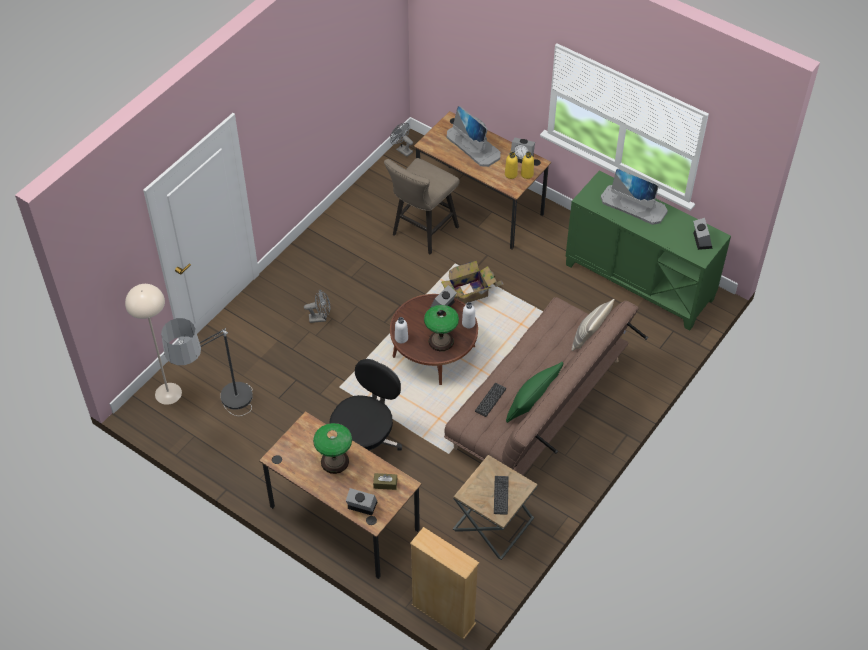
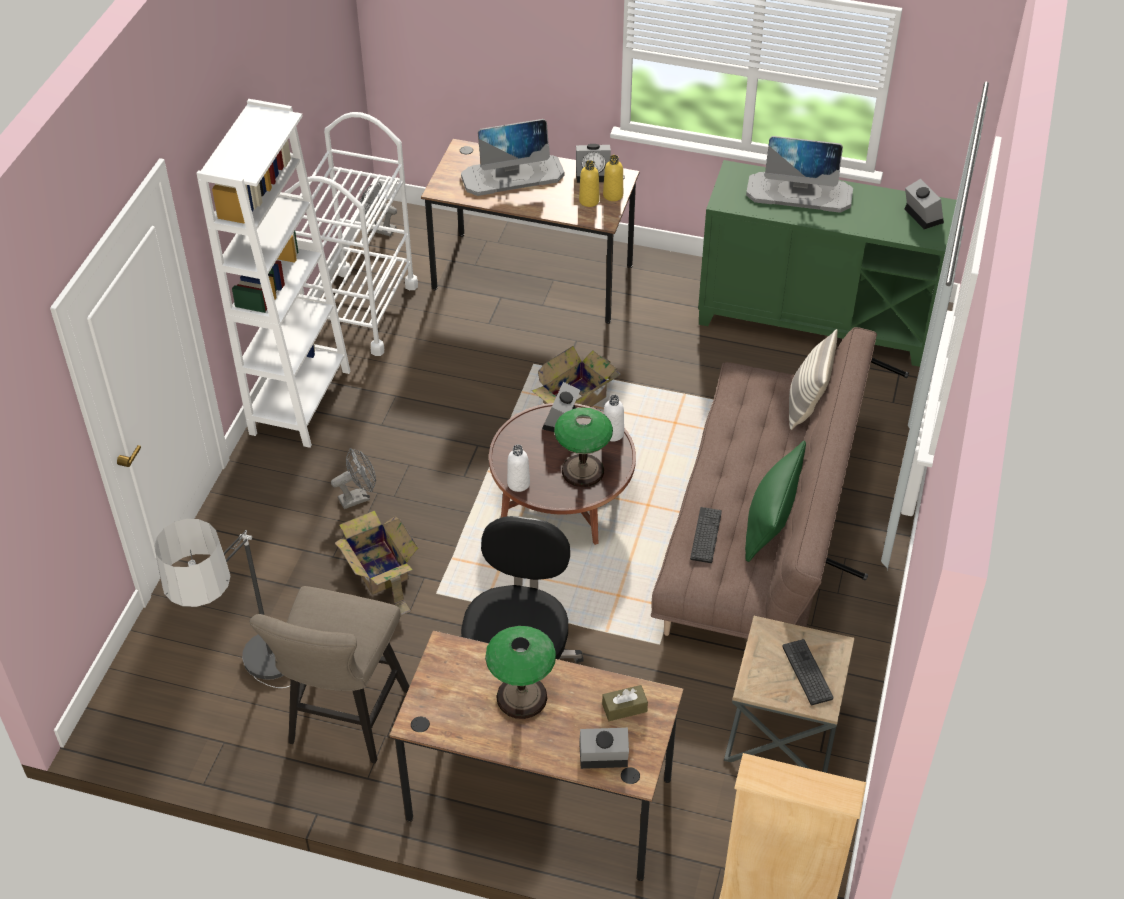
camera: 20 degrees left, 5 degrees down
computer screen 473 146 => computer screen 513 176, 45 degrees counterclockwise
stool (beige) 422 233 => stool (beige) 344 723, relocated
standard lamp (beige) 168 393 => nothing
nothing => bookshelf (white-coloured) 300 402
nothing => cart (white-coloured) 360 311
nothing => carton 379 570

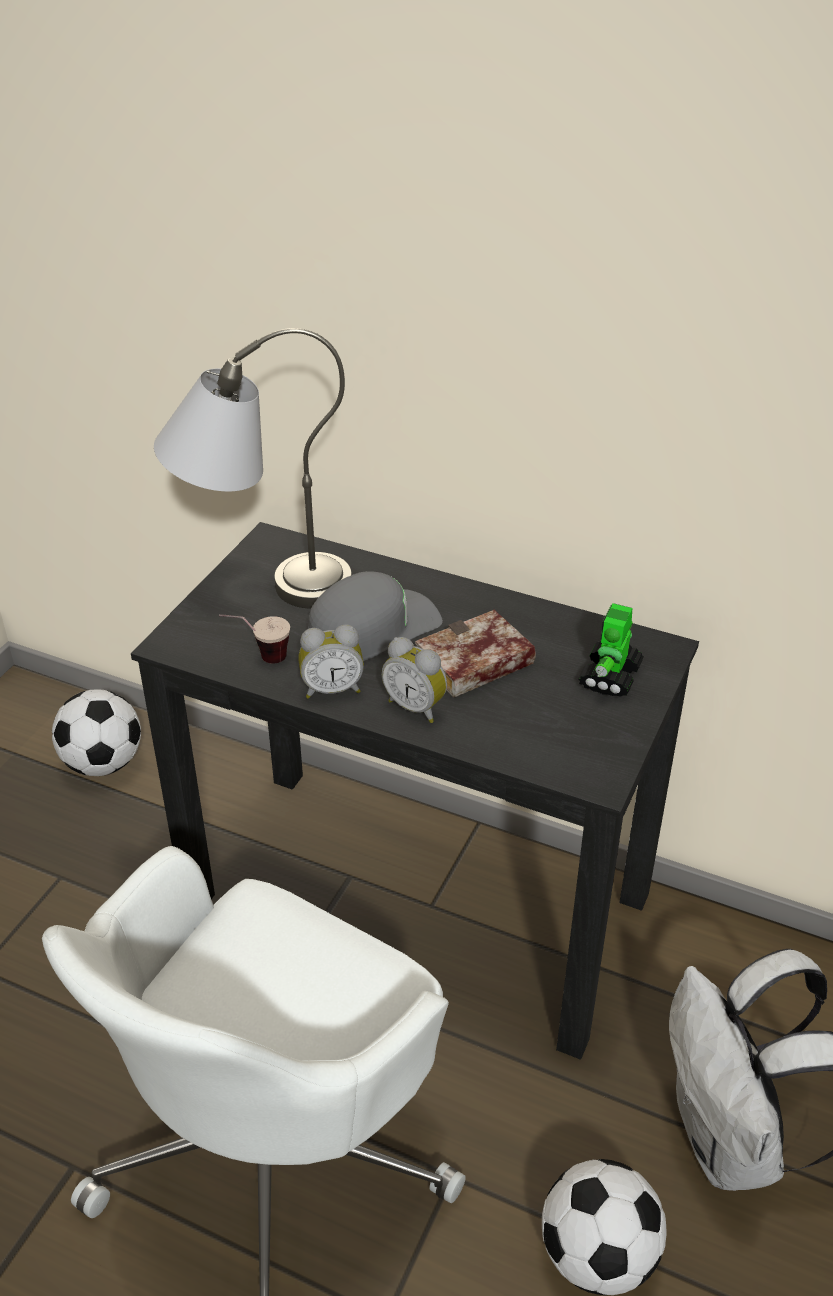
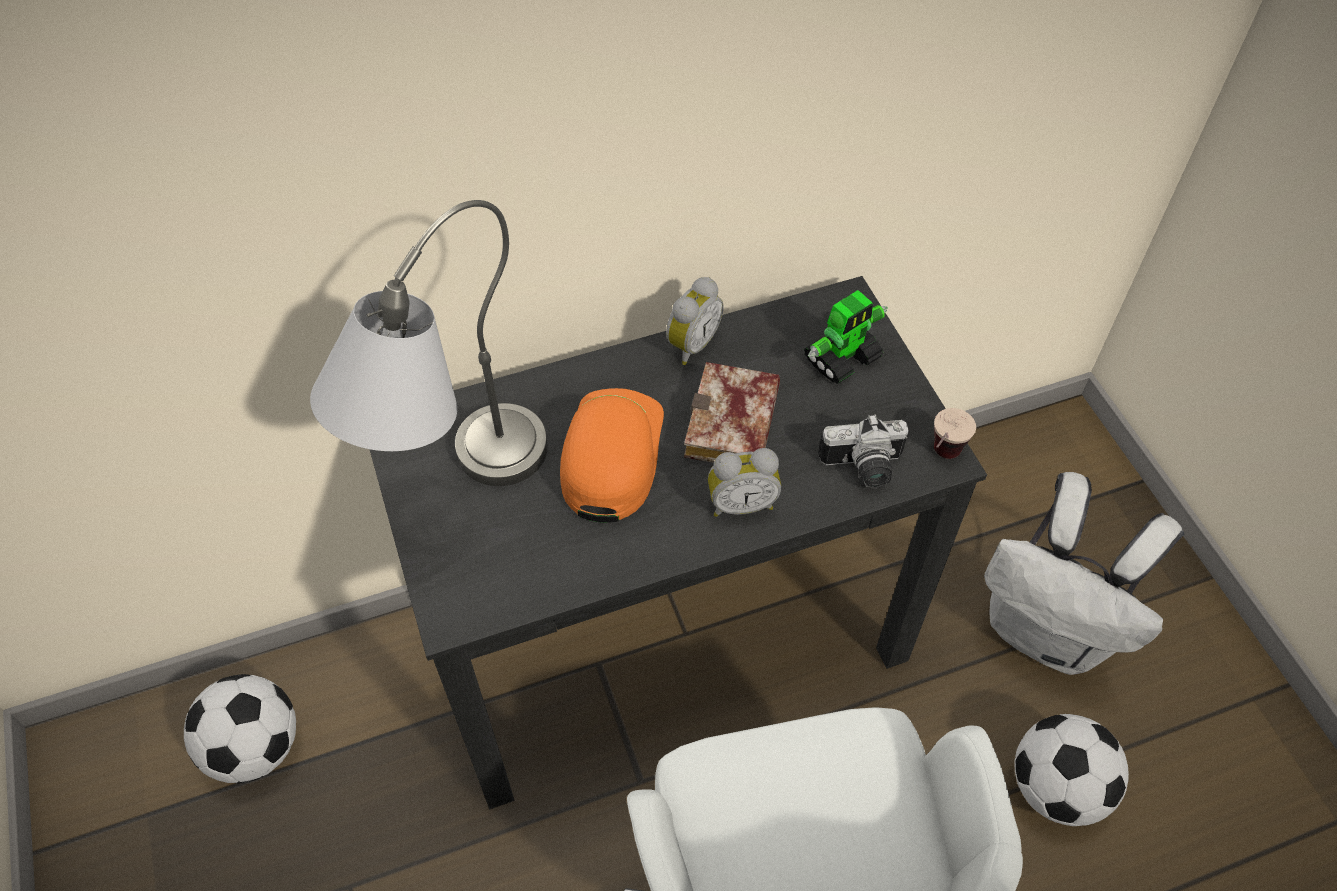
camera: 45 degrees left, 15 degrees up
baseball cap (greyish) 372 629 => baseball cap (orangey) 611 455
toy robot 609 677 => toy robot 843 358, 105 degrees counterclockwise
small cup 258 658 => small cup 940 460, relocated
bedside clock 332 689 => bedside clock 690 344, relocated
nothing => still camera 863 469

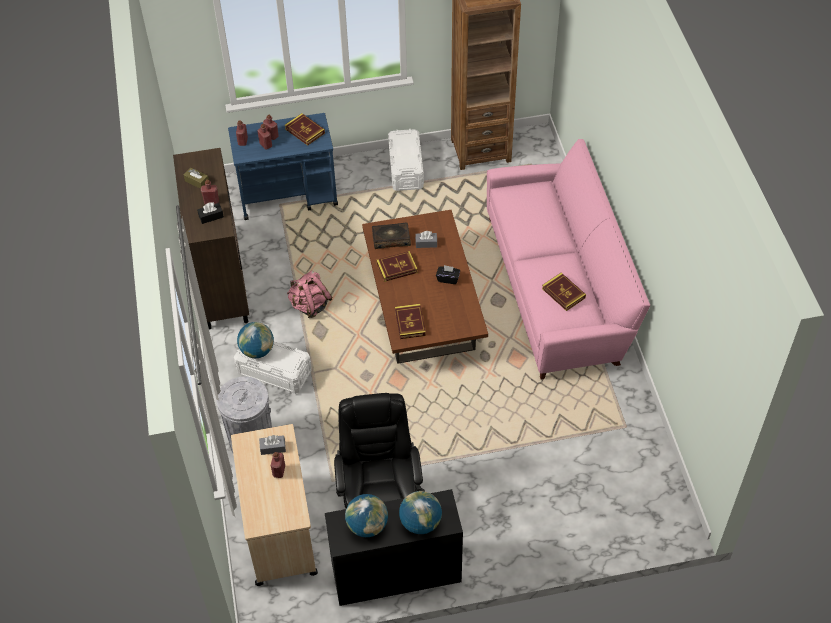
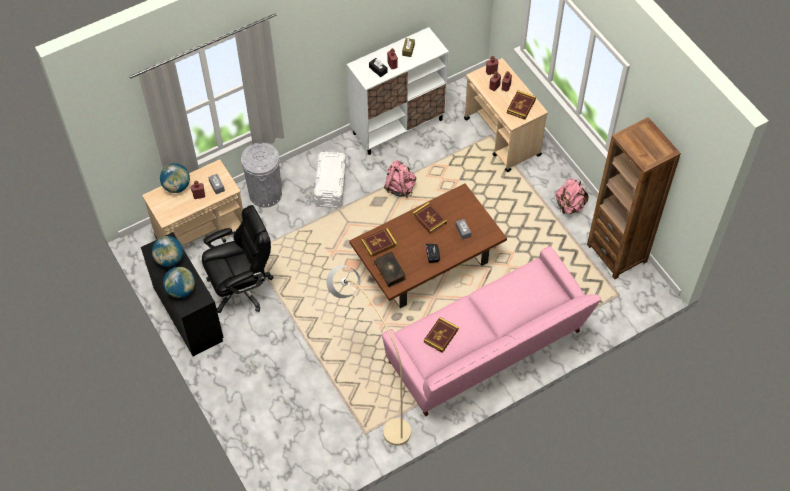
camera: 70 degrees right, 5 degrees up
cart (bluish) 289 196 => cart (beige) 502 137
storage bin (white-coloured) 406 168 => rucksack (pink) 569 206
storage cabinet (brown) 221 283 => storage cabinet (white-coloured) 398 126
book 391 239 => book 390 272, relocated
world globe 257 350 => world globe 177 186, relocated
nothing => standard lamp (beige) 370 391

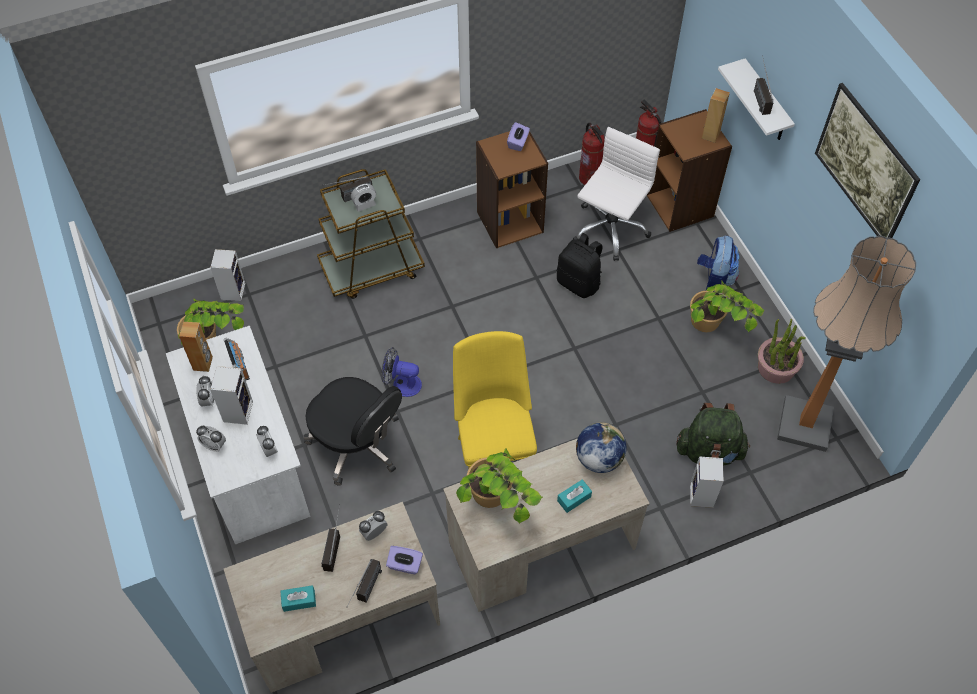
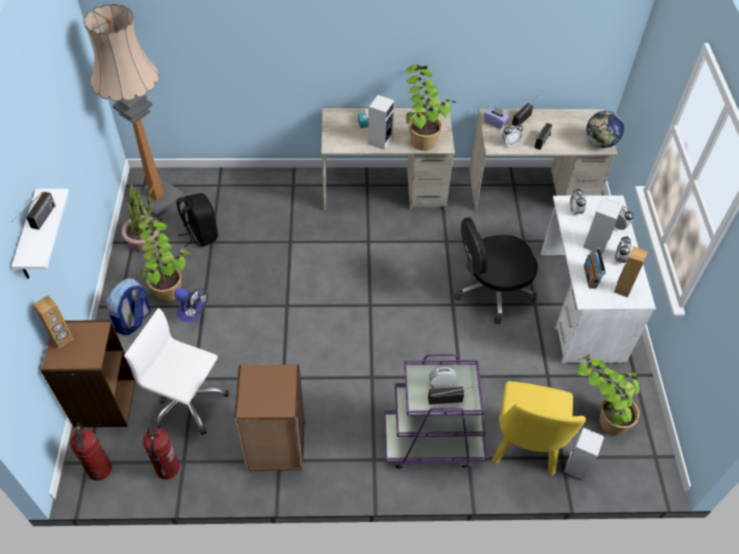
camera: 160 degrees left, 5 degrees down
wall art 858 181 => nothing
tissue holder (purplish) 518 143 => nothing
office chair (white-coloured) 610 228 => office chair (white-coloured) 186 402, 60 degrees clockwise
cart (brown) 372 269 => cart (purplish) 432 442
rucksack (black) 579 283 => rucksack (black) 201 234, relocated
plain chair (yellowish) 493 451 => plain chair (yellowish) 525 450, relocated
electric fan 402 384 => electric fan 193 314, relocated
office chair (black) 357 444 => office chair (black) 492 290, 75 degrees counterclockwise
rucksack (green) 709 451 => nothing
world globe 598 458 => world globe 600 143, relocated
audio speaker 702 496 => audio speaker 380 140, relocated
tissue holder (turquoise-coloured) 299 601 => nothing

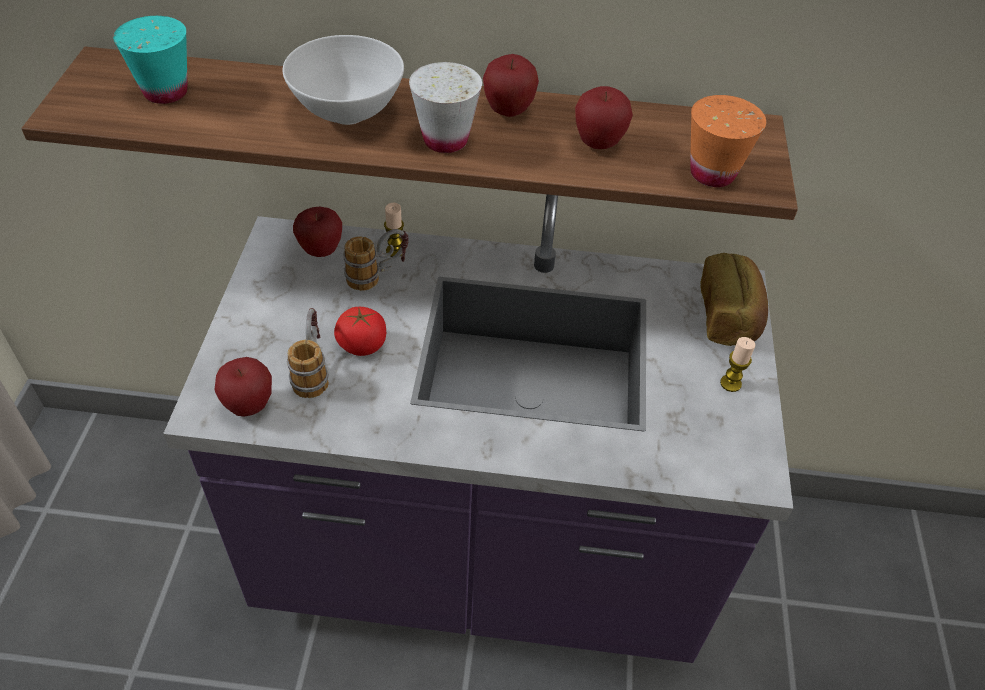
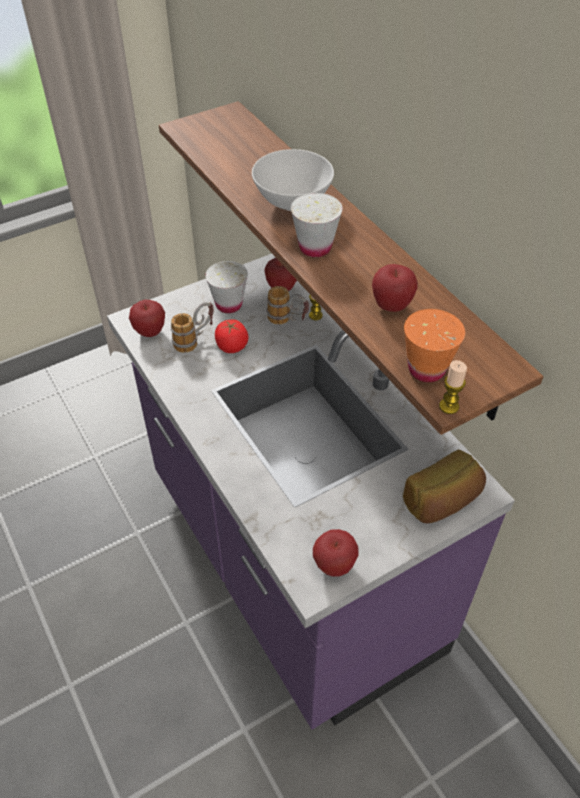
camera: 55 degrees right, 0 degrees up
small cup (turquoise-coloured) 165 92 => nothing
apple 508 111 => apple 334 566, relocated
wax light 730 383 => wax light 449 406, relocated
nothing => small cup (white-coloured) 229 305

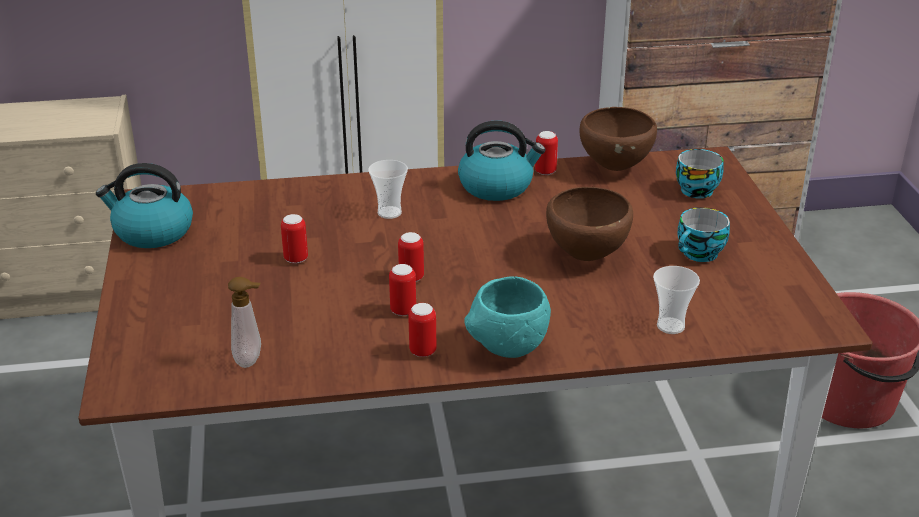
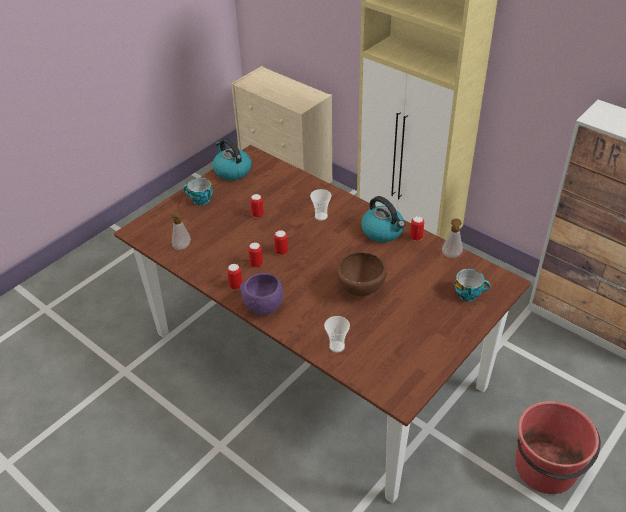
camera: 50 degrees right, 10 degrees up
bowl (brown) 615 167 => soap dispenser 451 256
small cup 699 254 => small cup 200 200, relocated
bowl (turquoise-coloured) 507 349 => bowl (purplish) 263 307

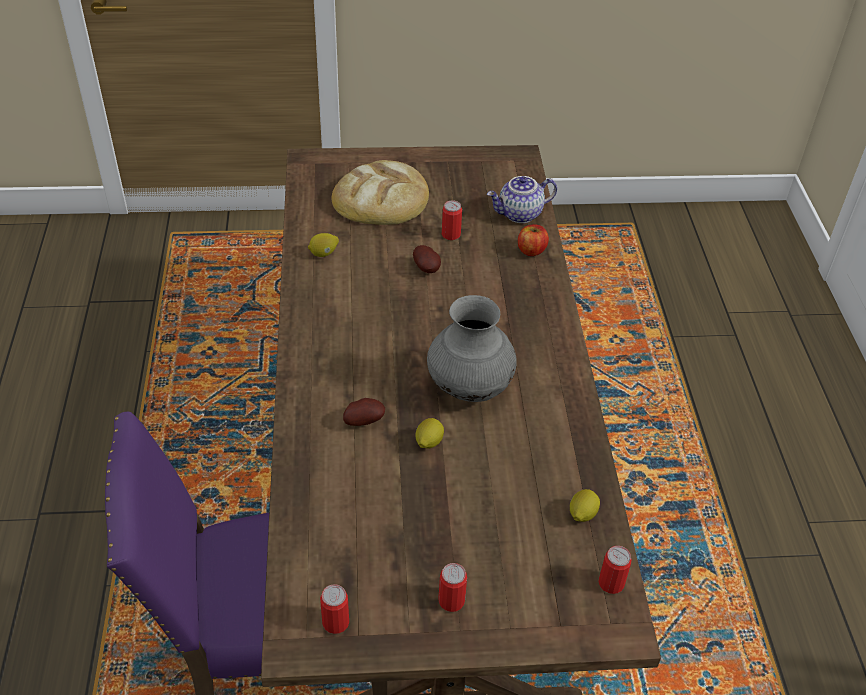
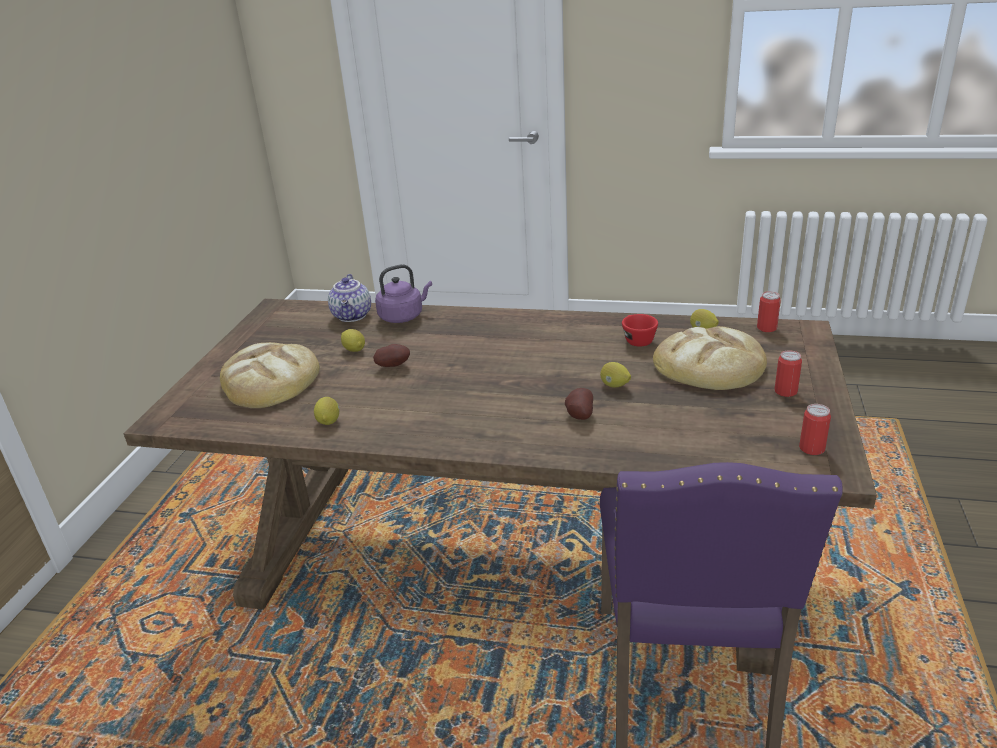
camera: 70 degrees left, 15 degrees down
sealed can 451 234 => whole lemon 354 349
apple 531 250 => tea kettle (purplish) 403 316
vase (greyish) 469 388 => nothing
nothing => small cup (red-coloured) 636 339
nothing => bakery bread 710 365

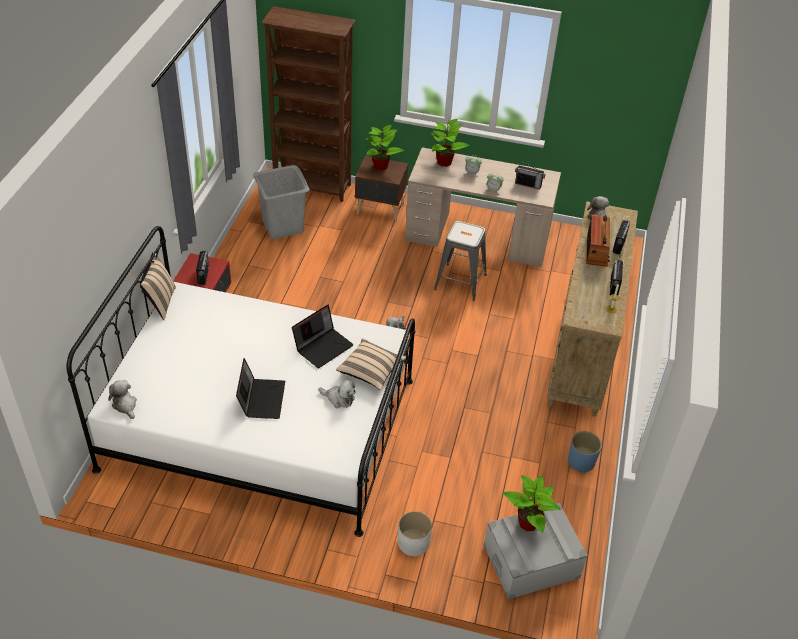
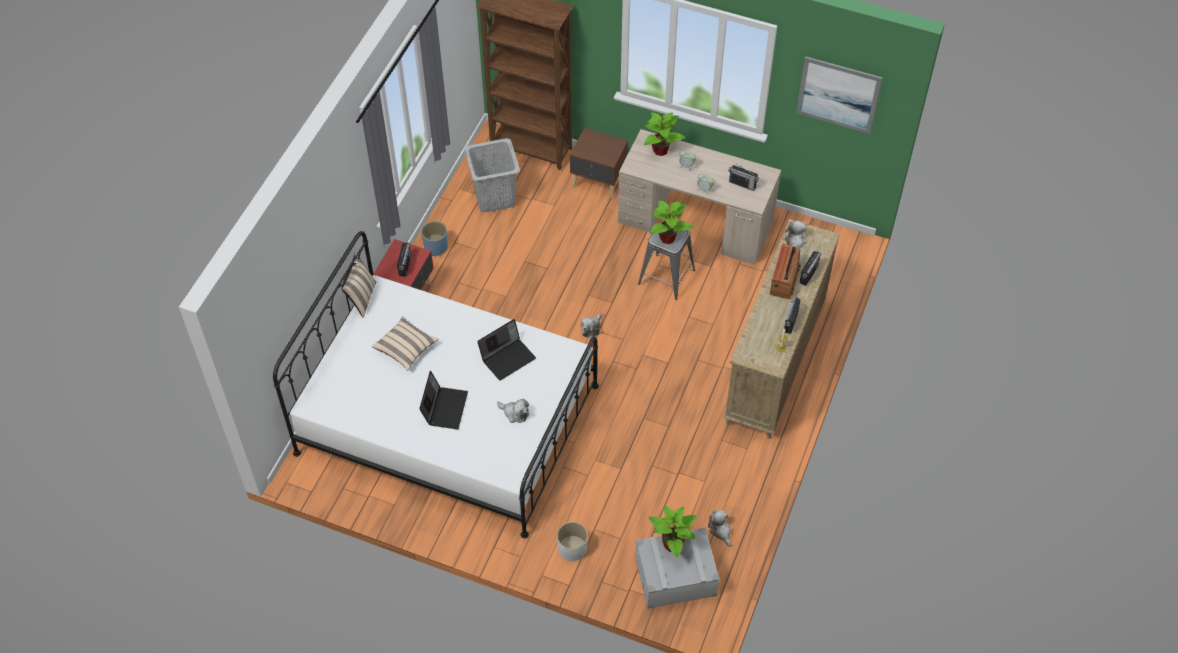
camera: 10 degrees right, 10 degrees up
houseplant 381 166 => houseplant 668 237, relocated
cushion (beige) 371 371 => cushion (beige) 406 348, relocated
plush toy 125 405 => plush toy 720 530, relocated
plant pot (bluish) 581 462 => plant pot (bluish) 436 247, relocated
nothing => wall art 838 94

